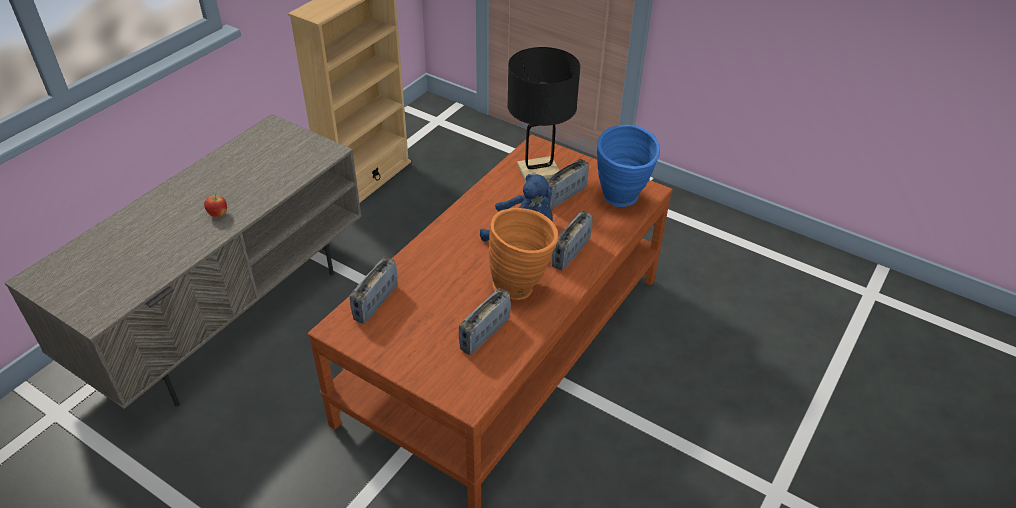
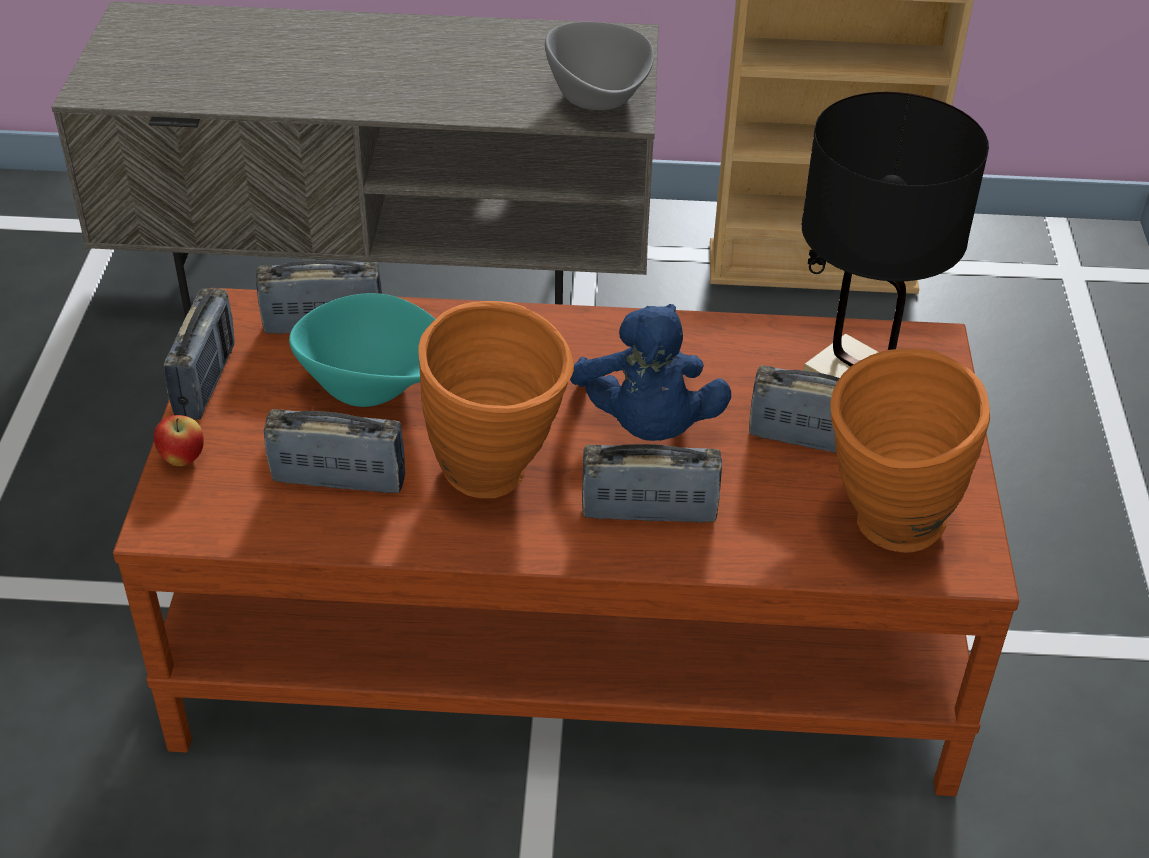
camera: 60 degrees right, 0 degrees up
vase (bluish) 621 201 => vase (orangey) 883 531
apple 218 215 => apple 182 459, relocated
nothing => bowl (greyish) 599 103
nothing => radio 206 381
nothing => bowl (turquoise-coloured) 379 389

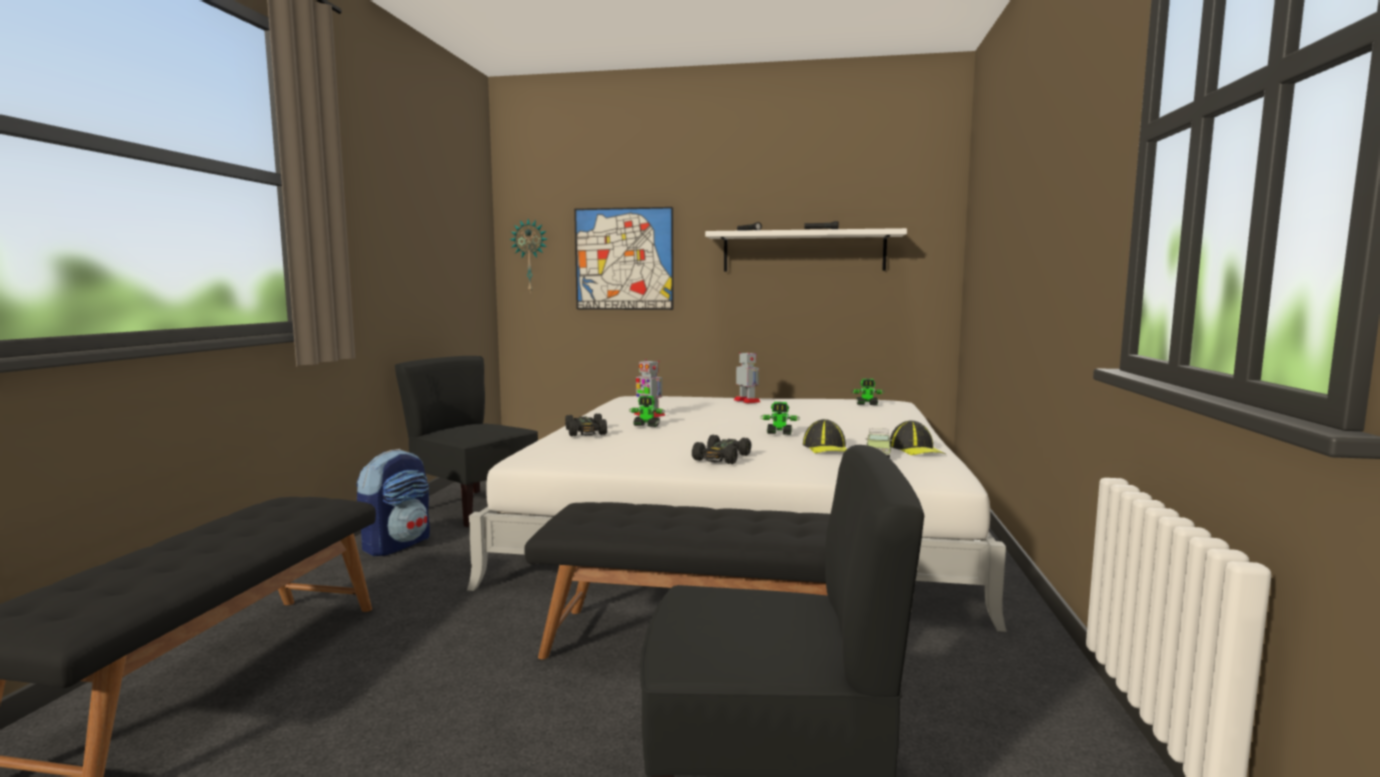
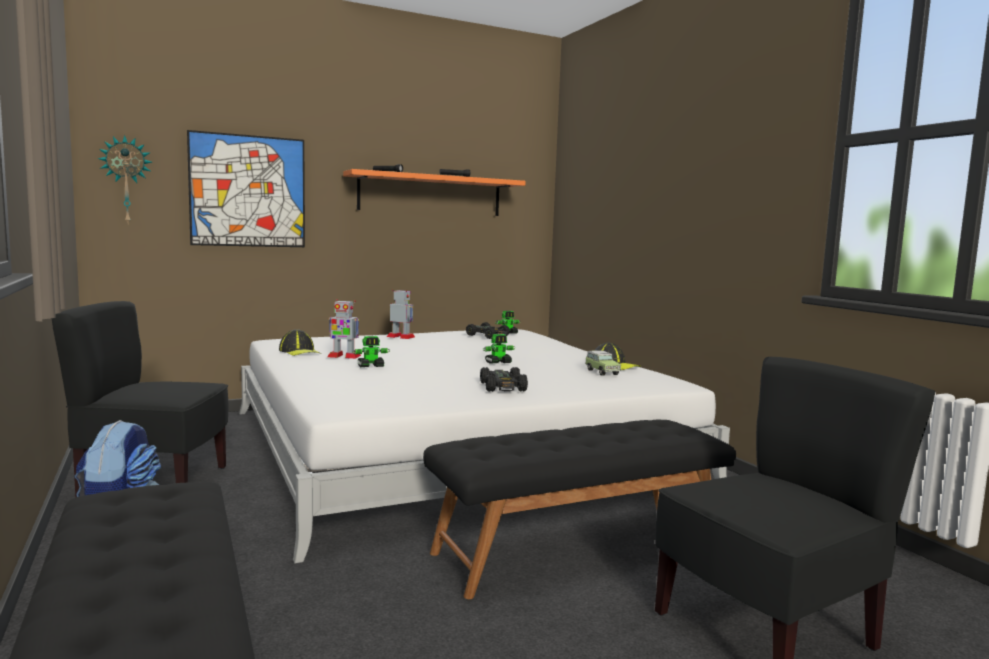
camera: 35 degrees left, 0 degrees up
shelf (white-coloured) 803 251 => shelf (orangey) 430 195
toy car (black) 586 432 => toy car (black) 488 336, relocated
baseball cap 827 448 => baseball cap 300 352, relocated

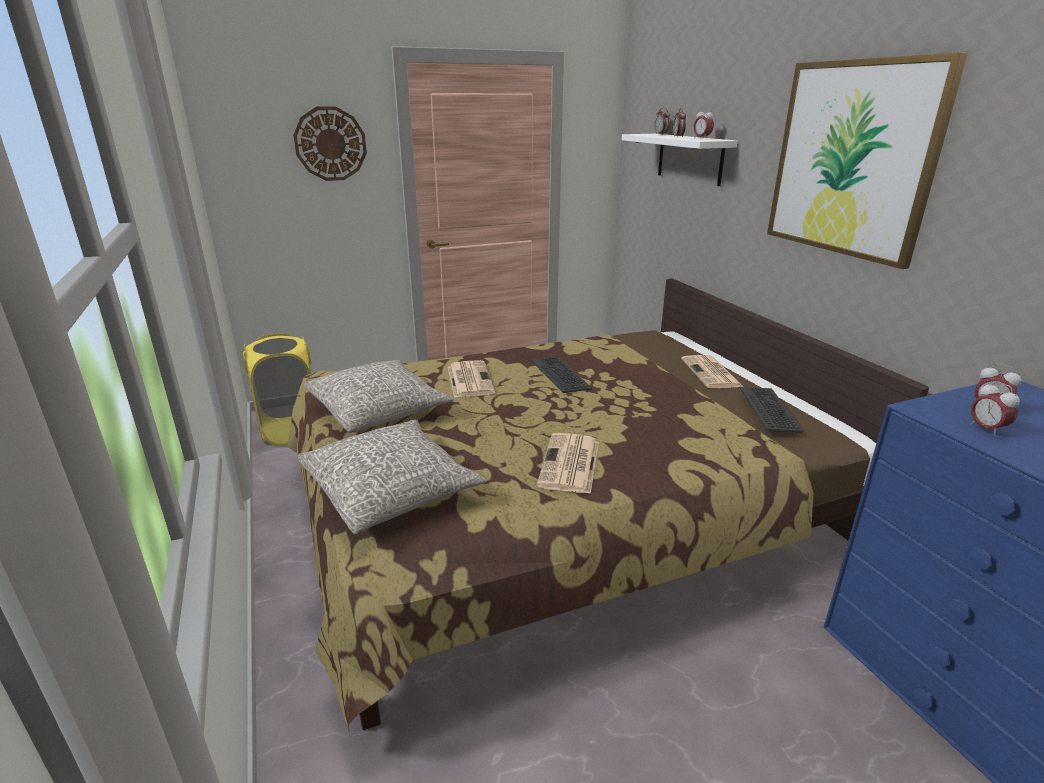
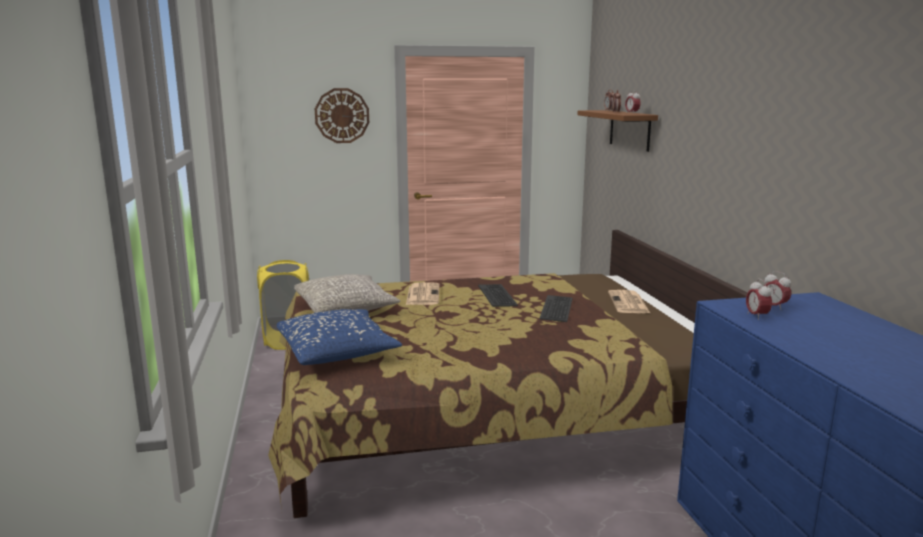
camera: 10 degrees right, 10 degrees down
wall art 852 159 => nothing
shelf (white-coloured) 690 158 => shelf (brown) 629 130
computer keyboard 769 409 => computer keyboard 557 309, relocated
cushion (greyish) 391 490 => cushion (bluish) 337 352
printed paper 570 464 => nothing

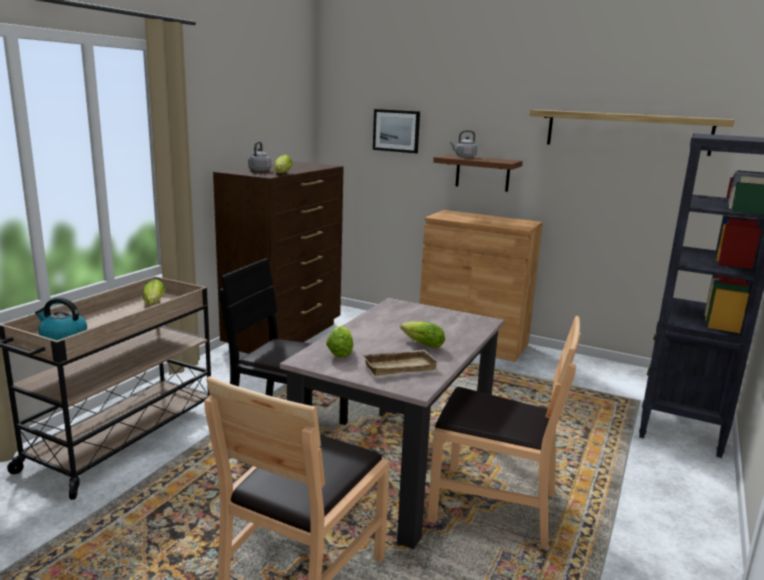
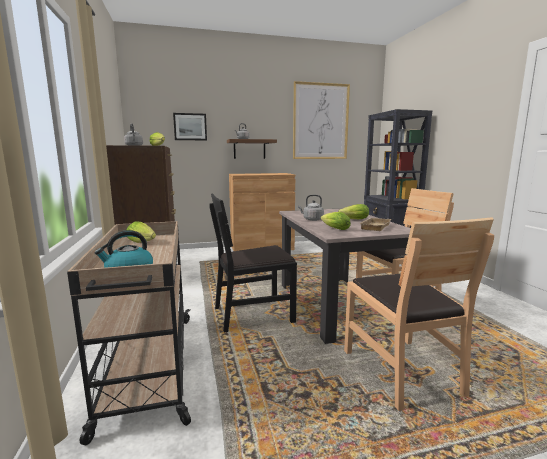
camera: 40 degrees left, 5 degrees down
shelf 627 132 => wall art 320 121
nothing => tea kettle (greyish) 312 219

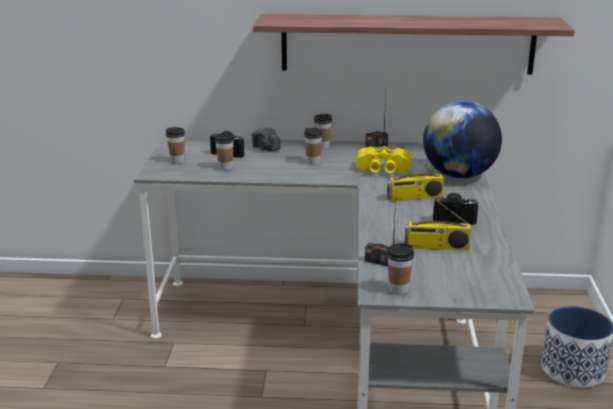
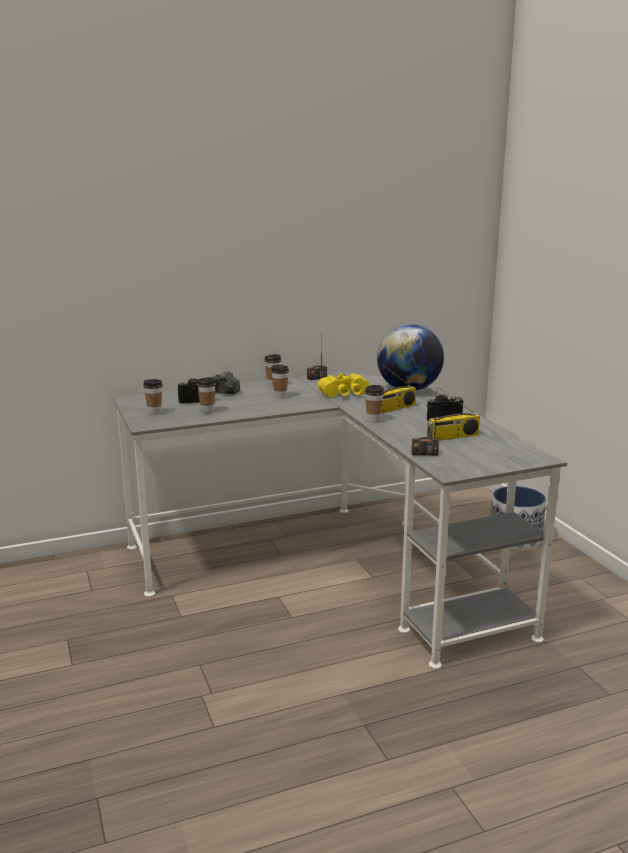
camera: 25 degrees left, 5 degrees down
shelf 407 44 => nothing
small cup 398 290 => small cup 373 420, relocated

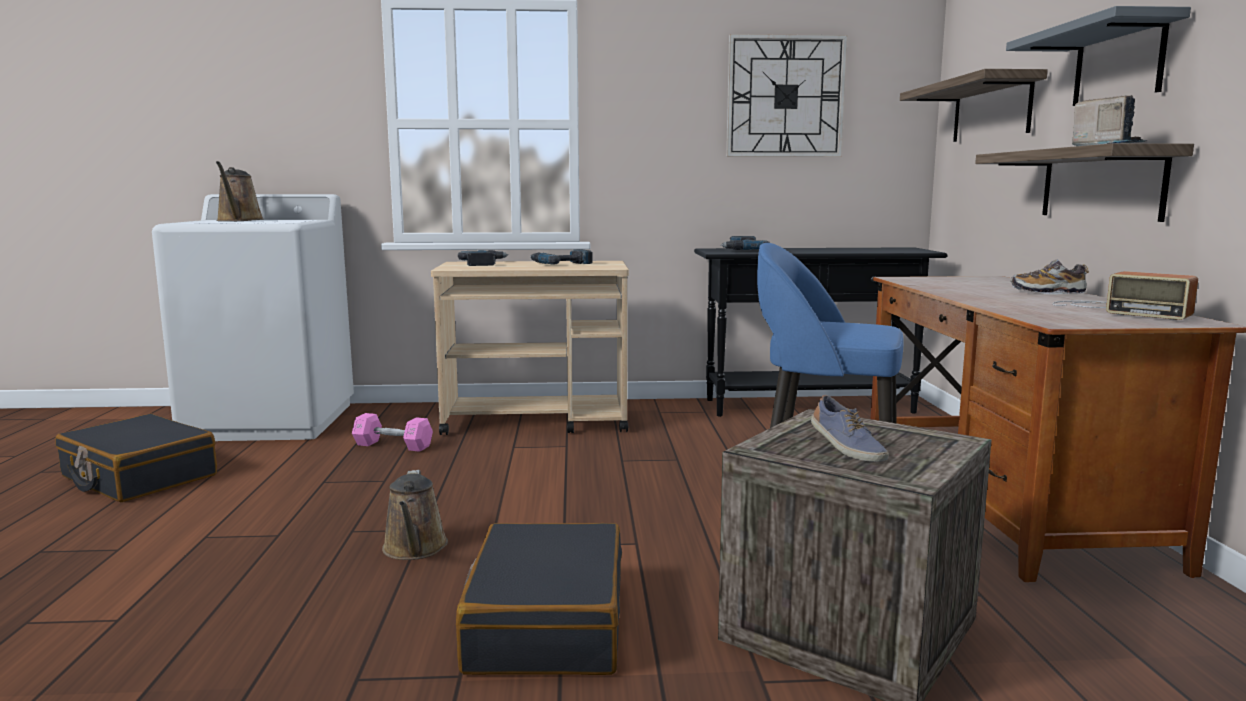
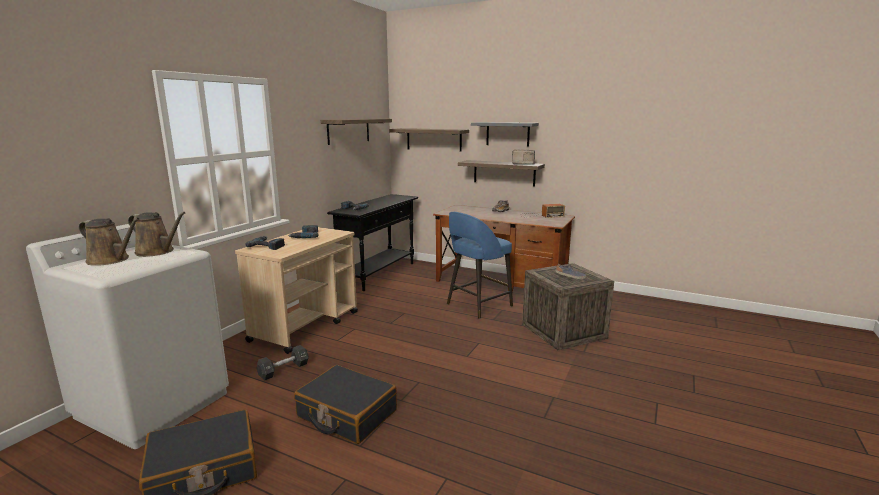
camera: 60 degrees left, 5 degrees up
clock on the wall 785 97 => shelf 348 131
free weight (pink) 393 445 => free weight (black) 284 370
watering can (brown) 415 549 => watering can (brown) 157 252, relocated
suitcase (black) 546 623 => suitcase (black) 346 414, relocated

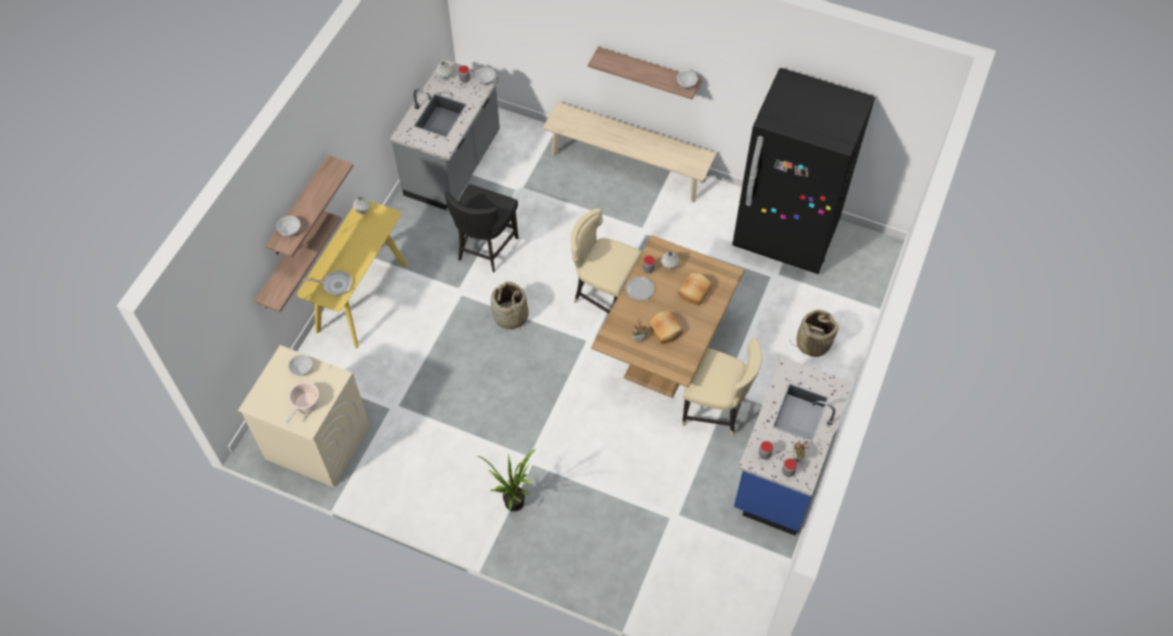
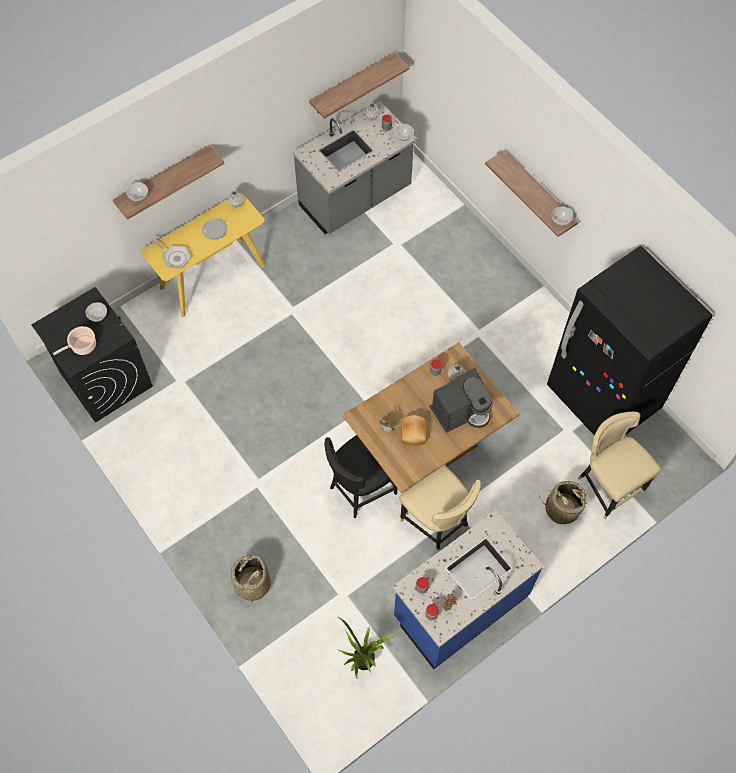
camera: 30 degrees right, 5 degrees up
indoor bench (beige) 627 167 => nothing
plain chair (black) 485 248 => plain chair (black) 360 489, relocated
plain chair (beige) 603 295 => plain chair (beige) 608 485, relocated
shelf 288 261 => shelf 352 84, relocated
bakery bread 693 292 => coffee maker 461 411
flat dish 640 289 => flat dish 215 229, relocated
storage basket 510 316 => storage basket 252 584, relocated
laundry appliance (beige) 317 442 => laundry appliance (black) 105 379
houseplant 515 507 => houseplant 362 665, relocated

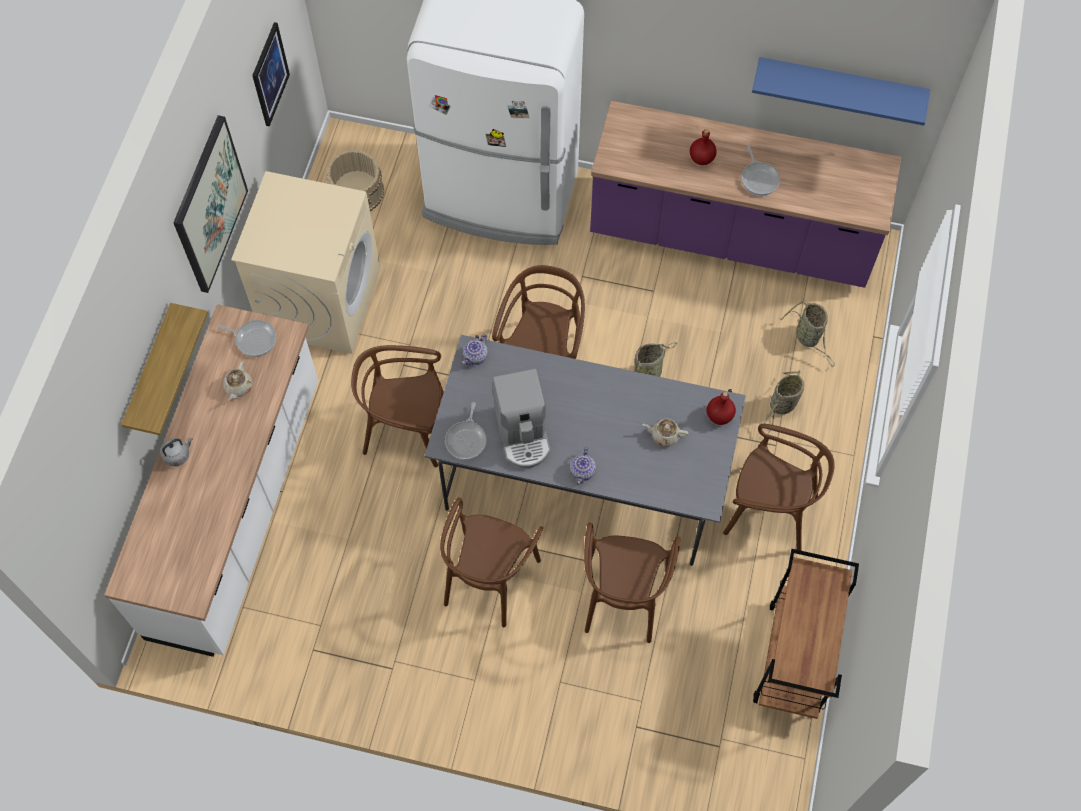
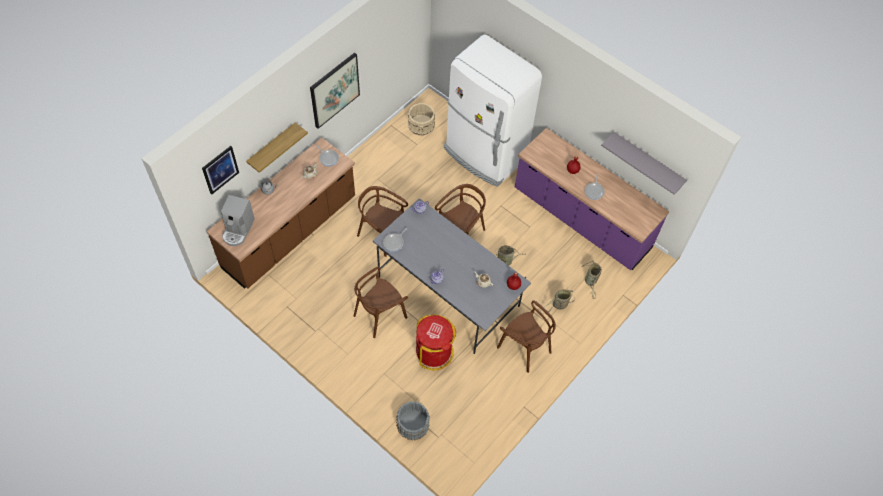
camera: 25 degrees right, 5 degrees down
wall art 270 74 => wall art 220 169, relocated
shelf (bluish) 841 85 => shelf (greyish) 647 161
laundry appliance (beige) 321 300 => nothing
counter (white-coloured) 238 509 => counter (brown) 290 233
coffee maker 523 433 => coffee maker 238 230, relocated
plain chair (brown) 623 598 => trash can (red-coloured) 434 352
cart (brown) 794 660 => nothing
nothing => bucket (greyish) 412 424

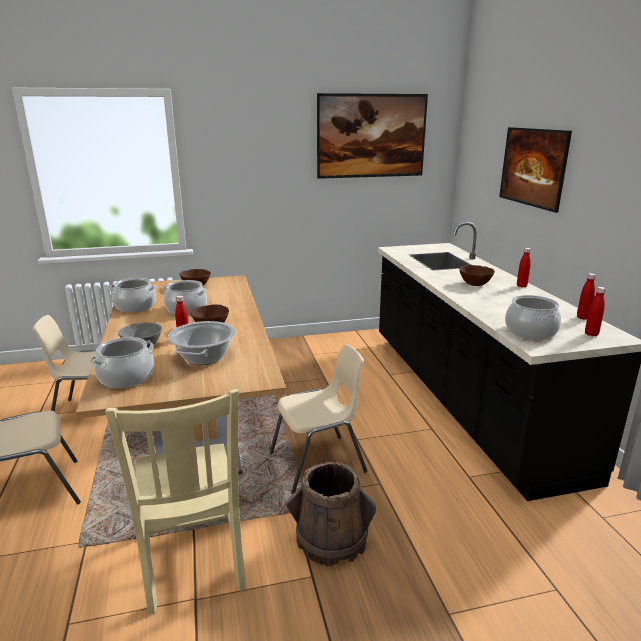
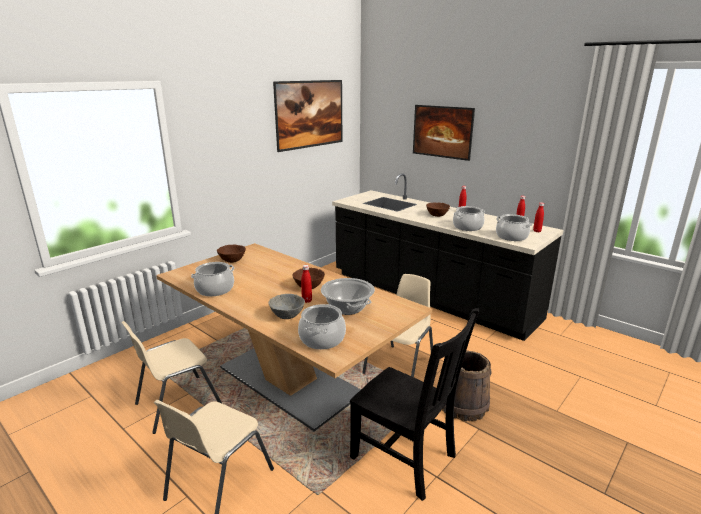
camera: 35 degrees left, 0 degrees up
cooking pot 187 309 => cooking pot 467 227, relocated
plain chair (beige) 193 561 => plain chair (black) 406 458

